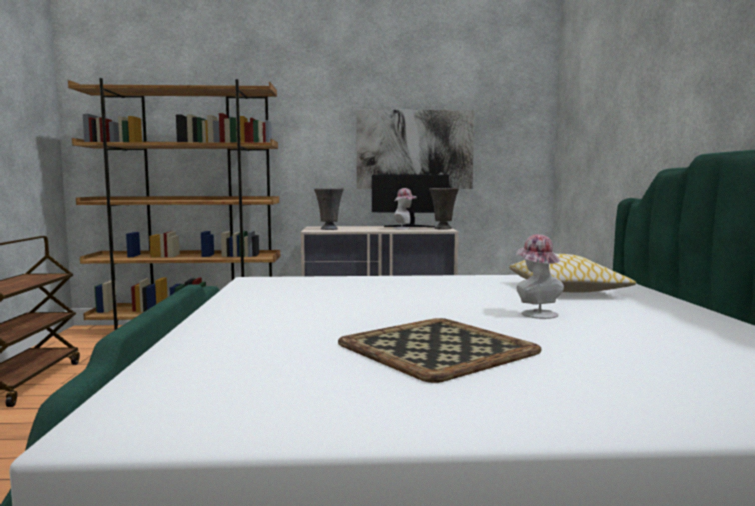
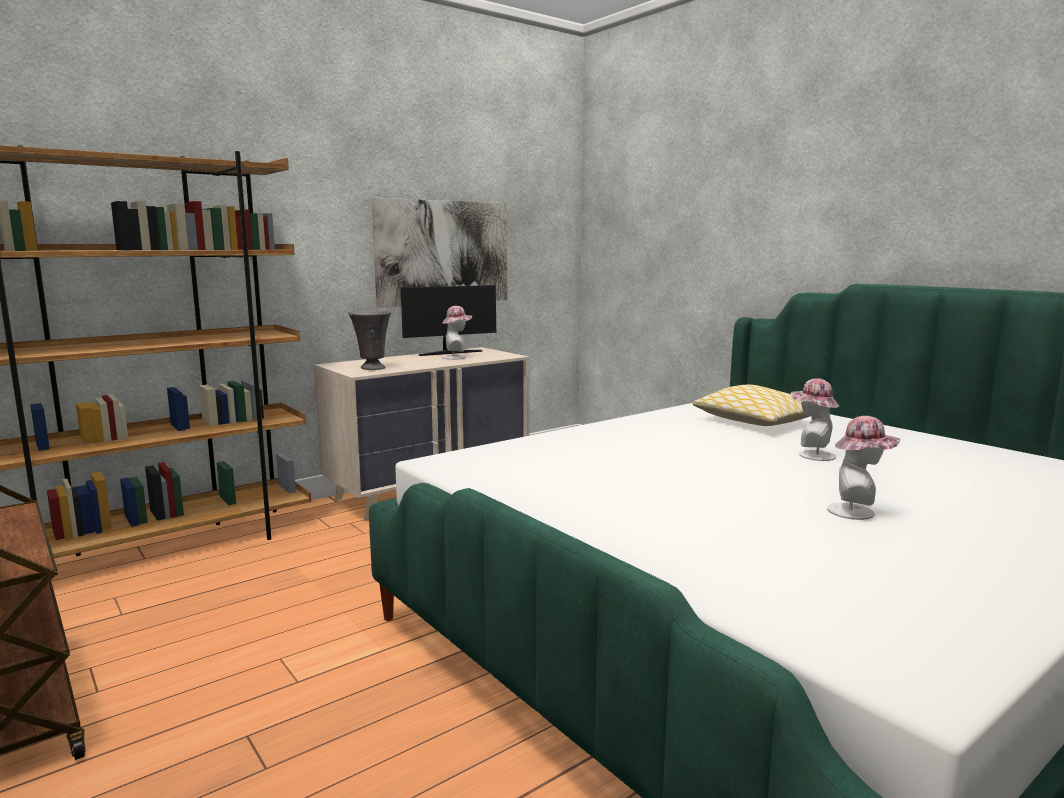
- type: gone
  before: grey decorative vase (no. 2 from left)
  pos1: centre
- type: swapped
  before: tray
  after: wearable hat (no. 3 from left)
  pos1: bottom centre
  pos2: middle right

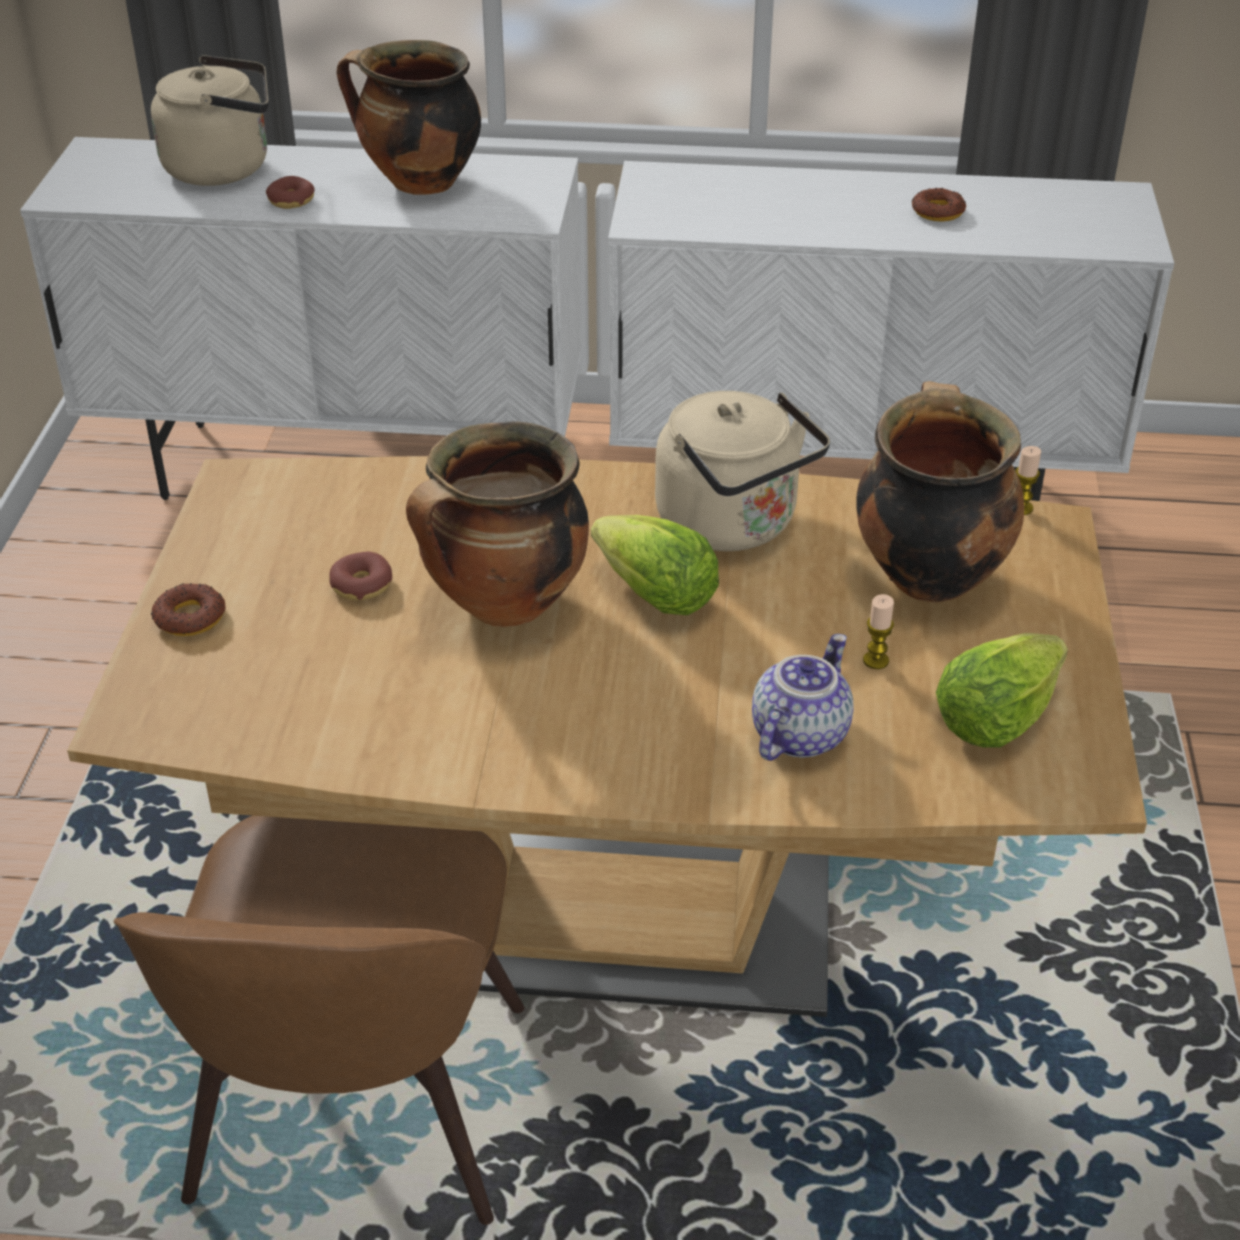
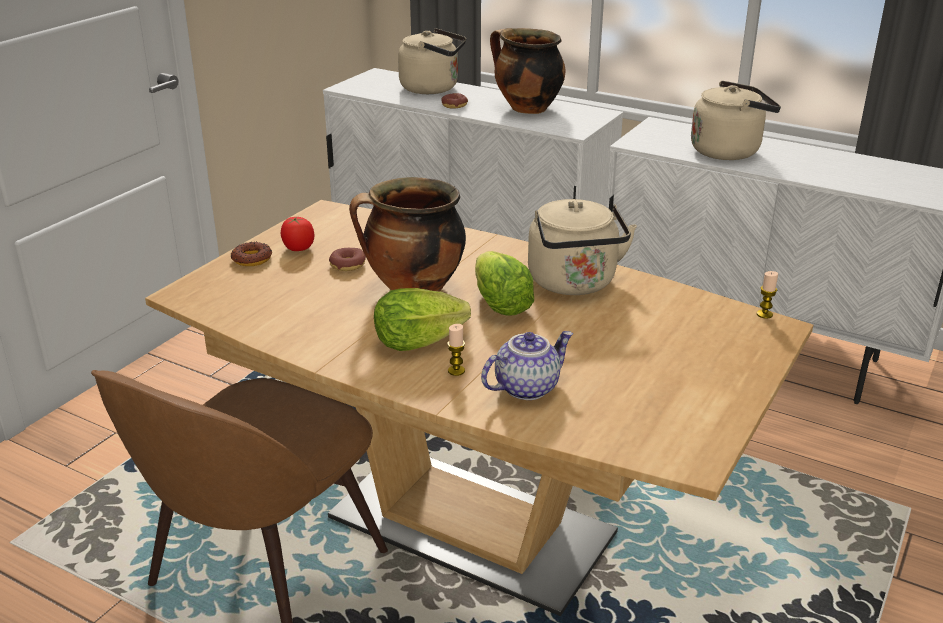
- type: gone
  before: stockpot (no. 3 from left)
  pos1: middle right
- type: gone
  before: ring doughnut (no. 4 from left)
  pos1: top right
- type: new
  after: fresh tomato
  pos2: middle left
- type: new
  after: beige-coloured water kettle (no. 3 from left)
  pos2: top right
- type: shifted
  before: candle (no. 1 from left)
  pos1: middle right
  pos2: centre
- type: shifted
  before: lettuce head (no. 2 from left in the first image)
  after: lettuce head (no. 1 from left)
  pos1: middle right
  pos2: centre

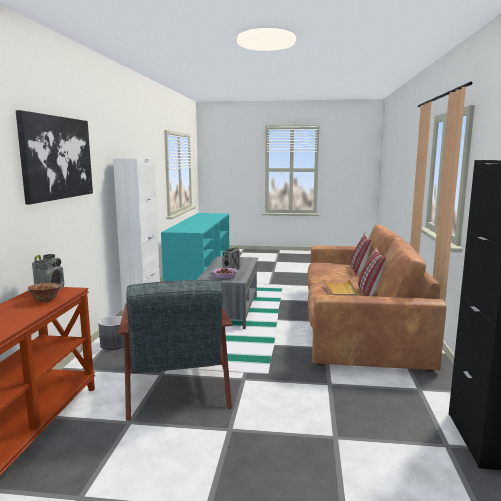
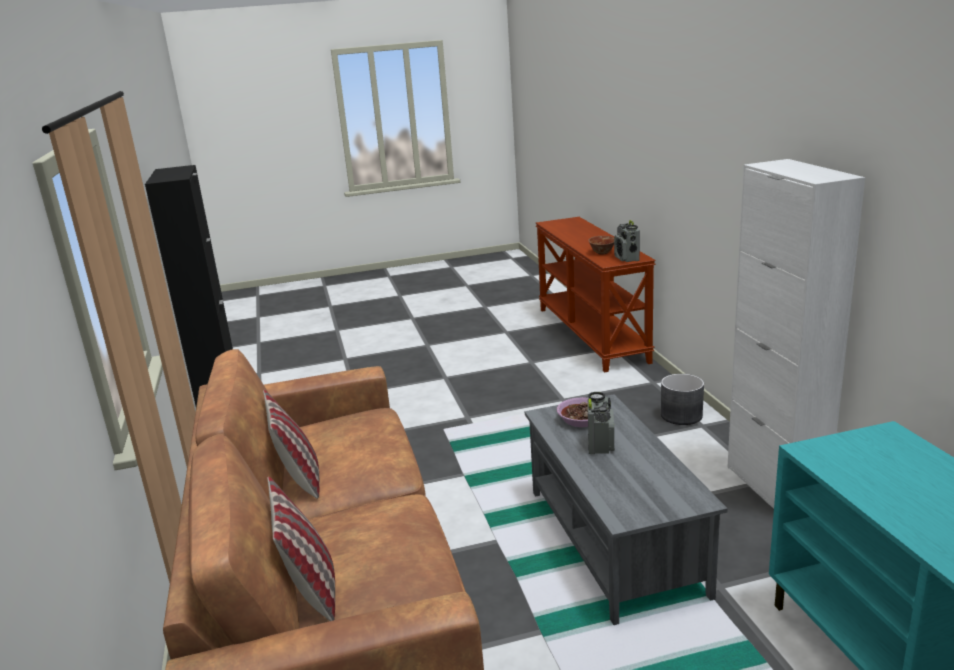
- type: gone
  before: wall picture
  pos1: top left
- type: gone
  before: grey lounge chair
  pos1: bottom centre
- type: gone
  before: beige-coloured tray
  pos1: middle right

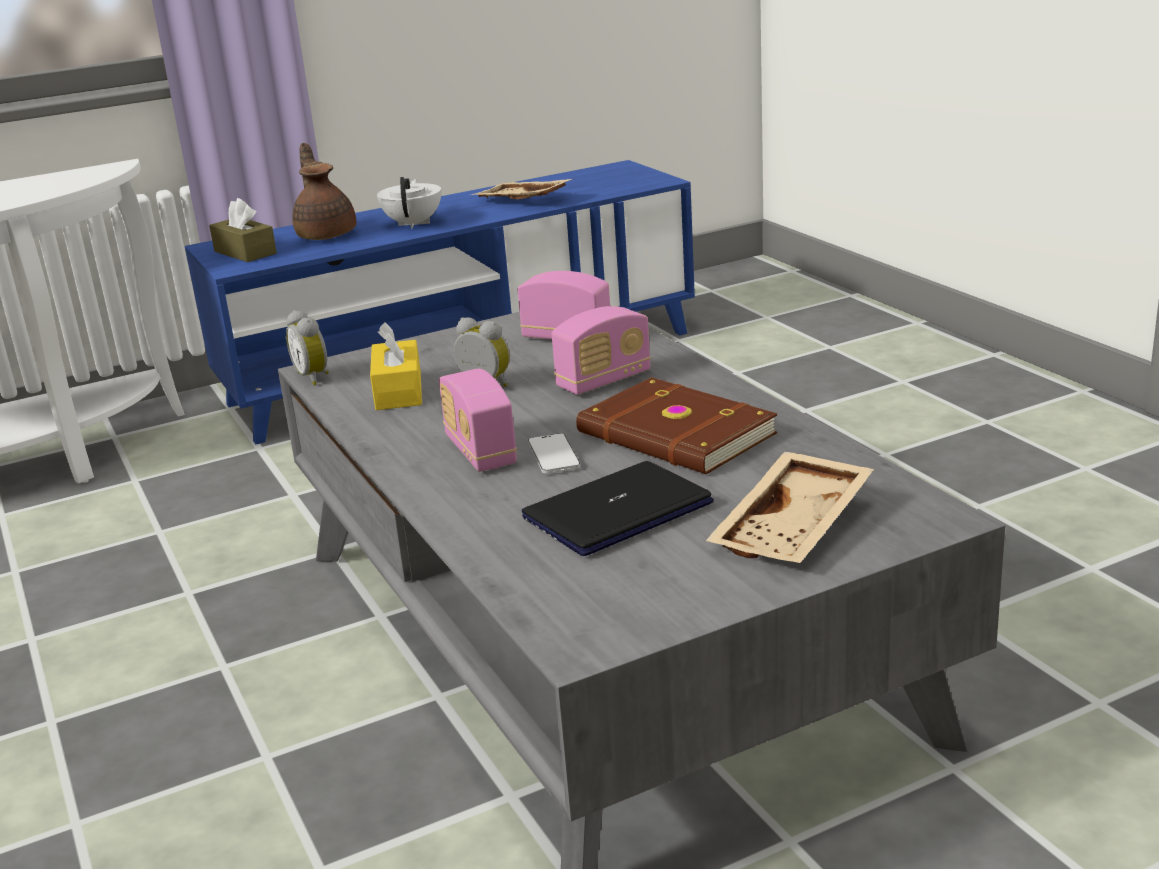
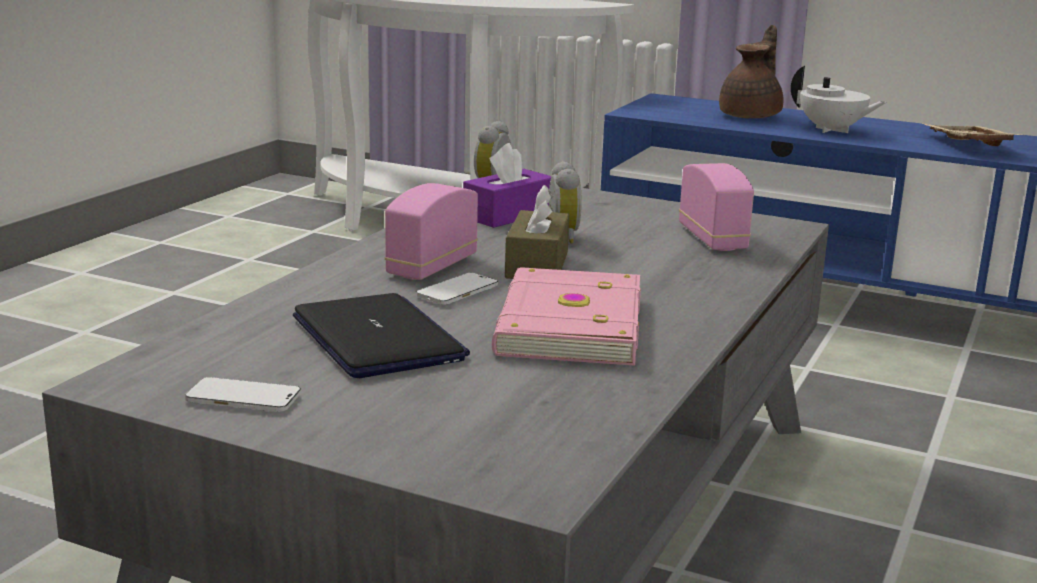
- type: gone
  before: radio (no. 3 from left)
  pos1: centre
- type: gone
  before: beige-coloured tray (no. 2 from left)
  pos1: middle right
- type: new
  after: phone (no. 1 from left)
  pos2: bottom left
- type: shifted
  before: brown-coloured tissue holder
  pos1: top left
  pos2: centre
- type: repainted
  before: yellow-coloured tissue holder
  after: purple-coloured tissue holder
  pos1: centre
  pos2: top centre
- type: repainted
  before: brown-coloured volume
  after: pinkish volume
  pos1: centre
  pos2: centre
- type: rotated
  before: whitish pot for tea
  pos1: top centre
  pos2: top right
  turn: 75
- type: rotated
  before: portable computer
  pos1: centre
  pos2: centre
  turn: 45

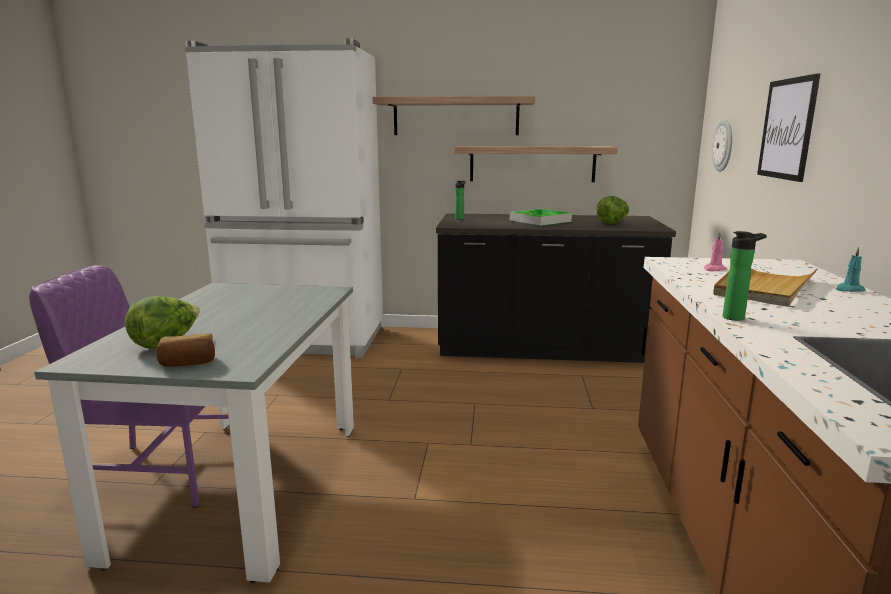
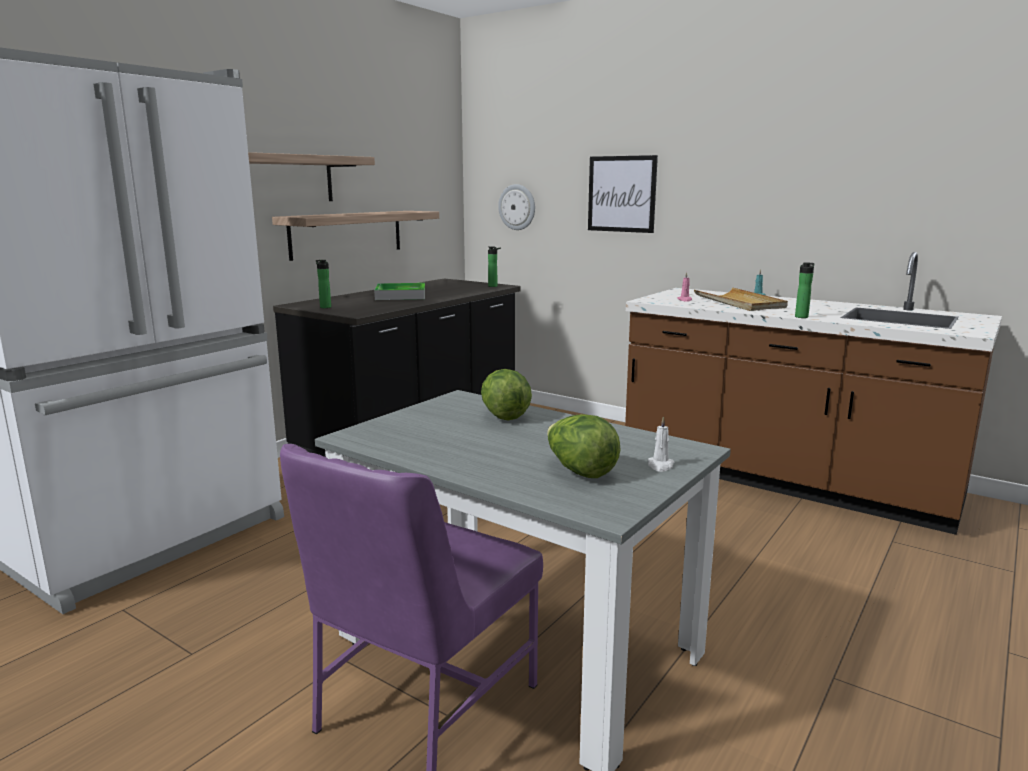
- type: new
  after: bottle (no. 2 from left)
  pos2: centre
- type: shifted
  before: lettuce head (no. 2 from left in the first image)
  after: lettuce head (no. 1 from left)
  pos1: middle right
  pos2: centre
- type: swapped
  before: baked bread
  after: whitish candle
  pos1: middle left
  pos2: centre

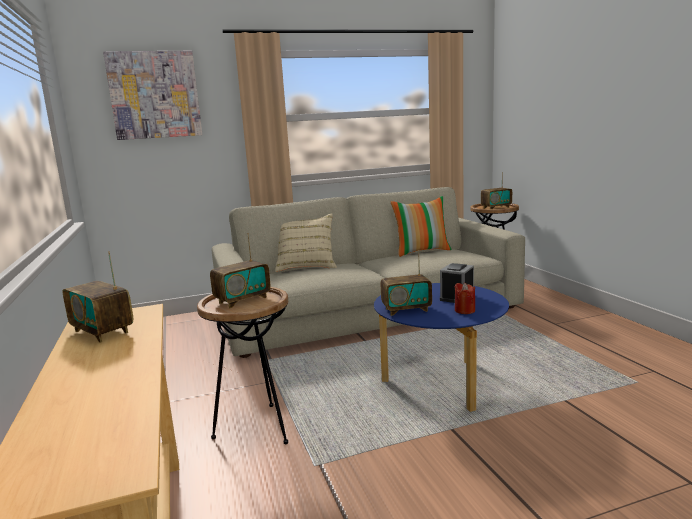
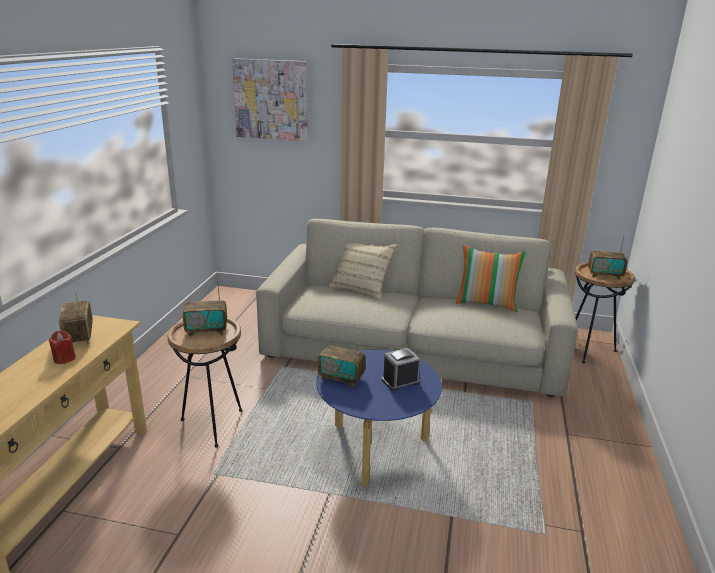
- type: shifted
  before: red candle
  pos1: middle right
  pos2: middle left

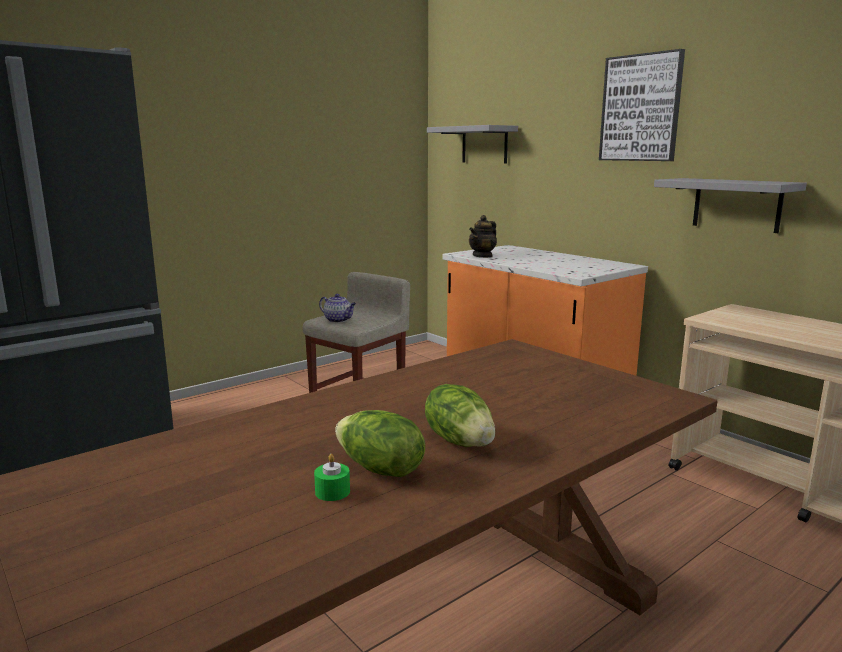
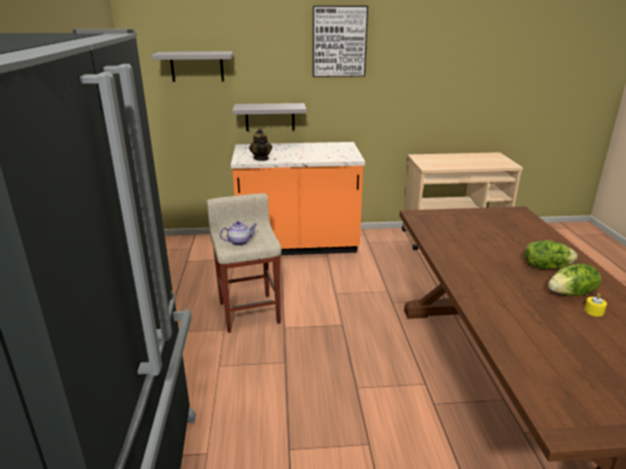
- type: shifted
  before: grey wall shelf (no. 2 from left)
  pos1: top right
  pos2: top centre
- type: repainted
  before: green candle
  after: yellow-coloured candle
  pos1: bottom centre
  pos2: middle right

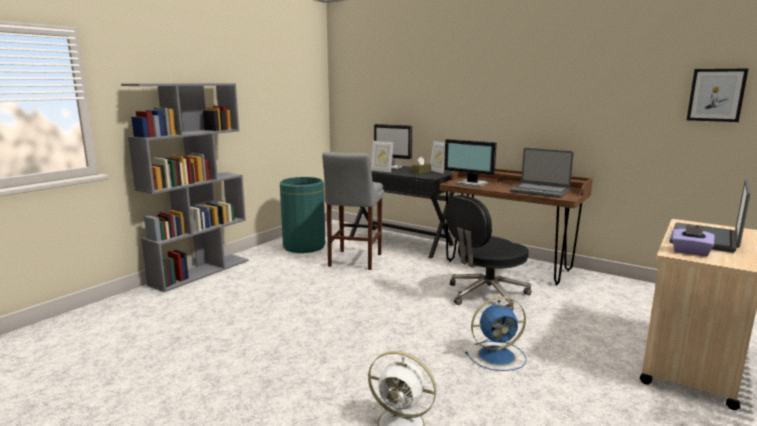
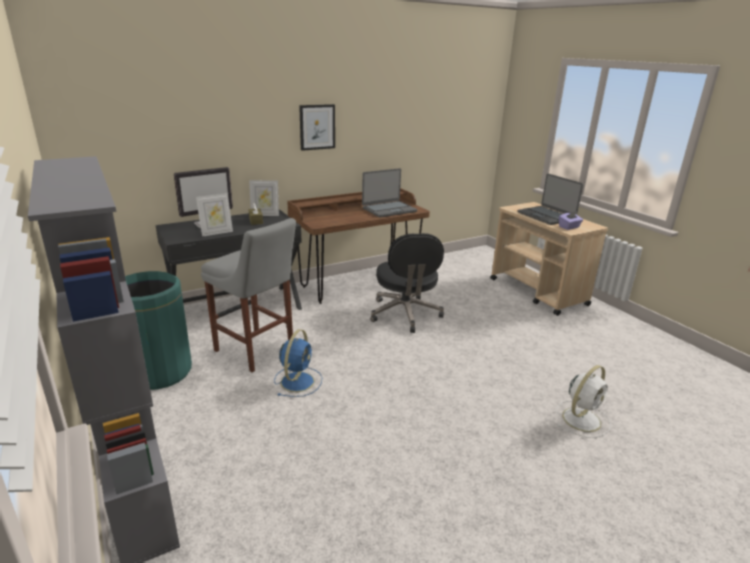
- type: gone
  before: monitor (no. 2 from left)
  pos1: centre
- type: shifted
  before: blue-coloured cooling fan
  pos1: bottom centre
  pos2: centre
- type: shifted
  before: wall picture
  pos1: top right
  pos2: top centre

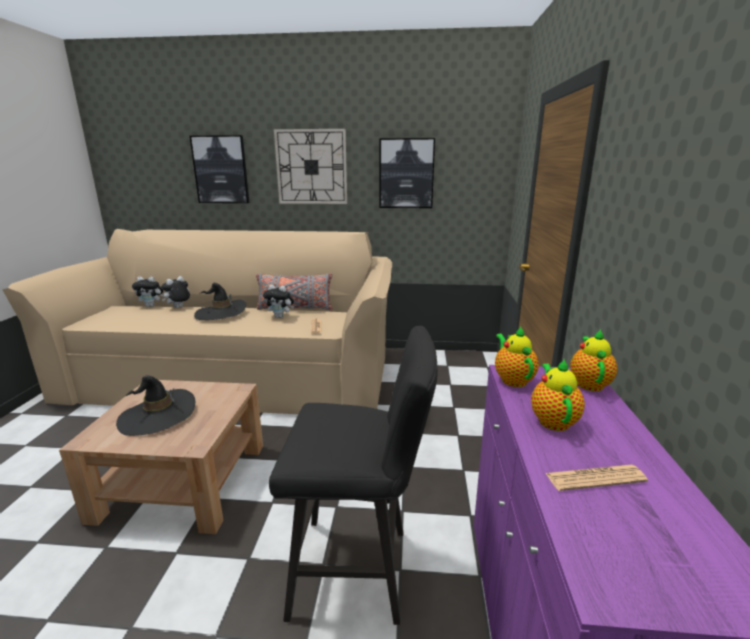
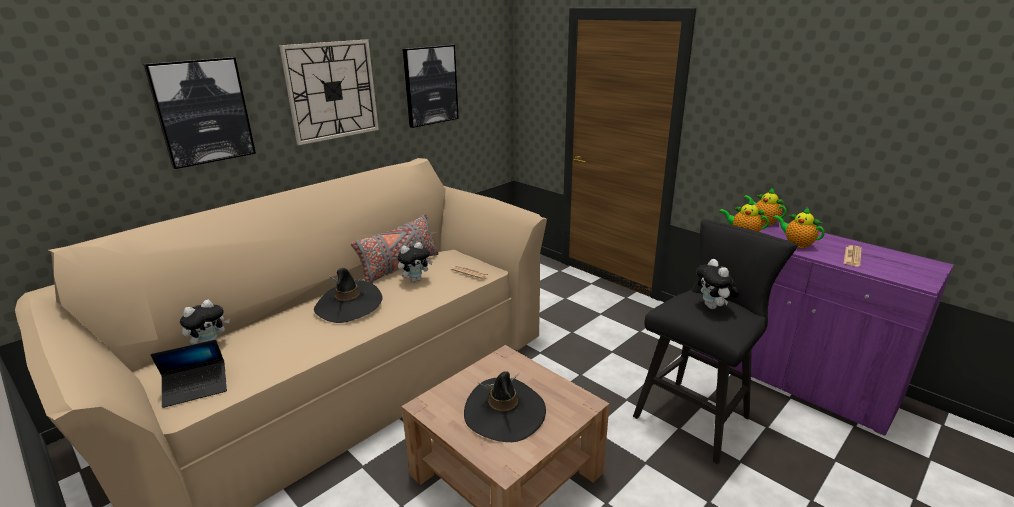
- type: new
  after: portable computer
  pos2: bottom left
- type: shifted
  before: plush toy (no. 2 from left in the first image)
  after: plush toy (no. 3 from left)
  pos1: middle left
  pos2: middle right

